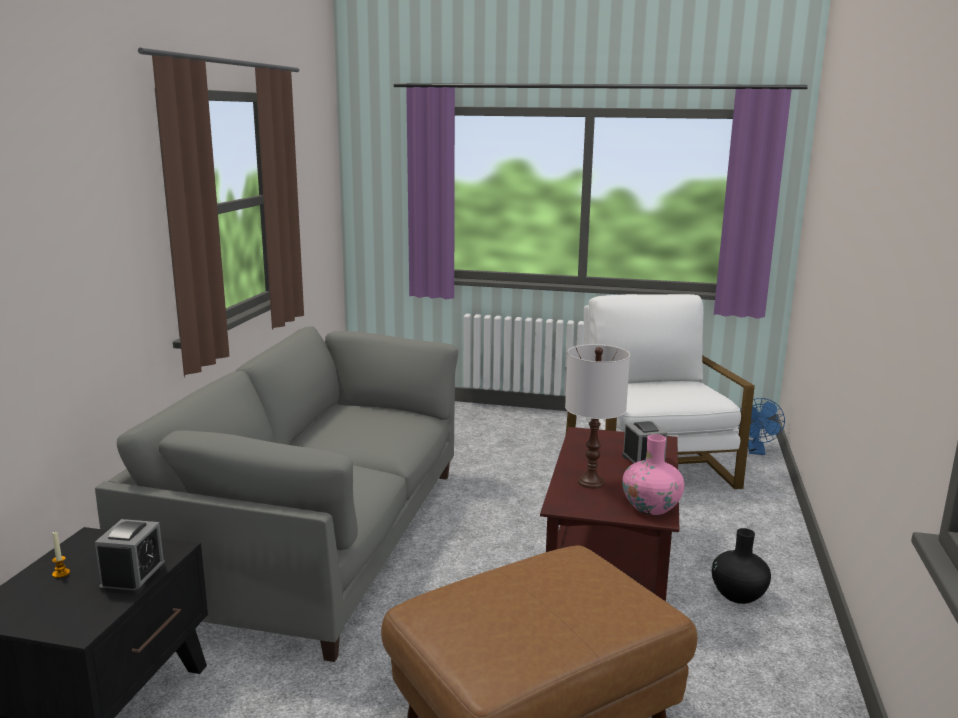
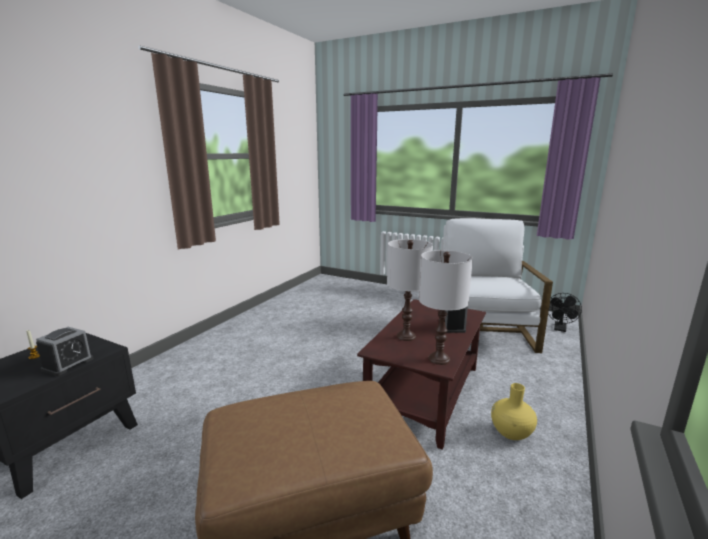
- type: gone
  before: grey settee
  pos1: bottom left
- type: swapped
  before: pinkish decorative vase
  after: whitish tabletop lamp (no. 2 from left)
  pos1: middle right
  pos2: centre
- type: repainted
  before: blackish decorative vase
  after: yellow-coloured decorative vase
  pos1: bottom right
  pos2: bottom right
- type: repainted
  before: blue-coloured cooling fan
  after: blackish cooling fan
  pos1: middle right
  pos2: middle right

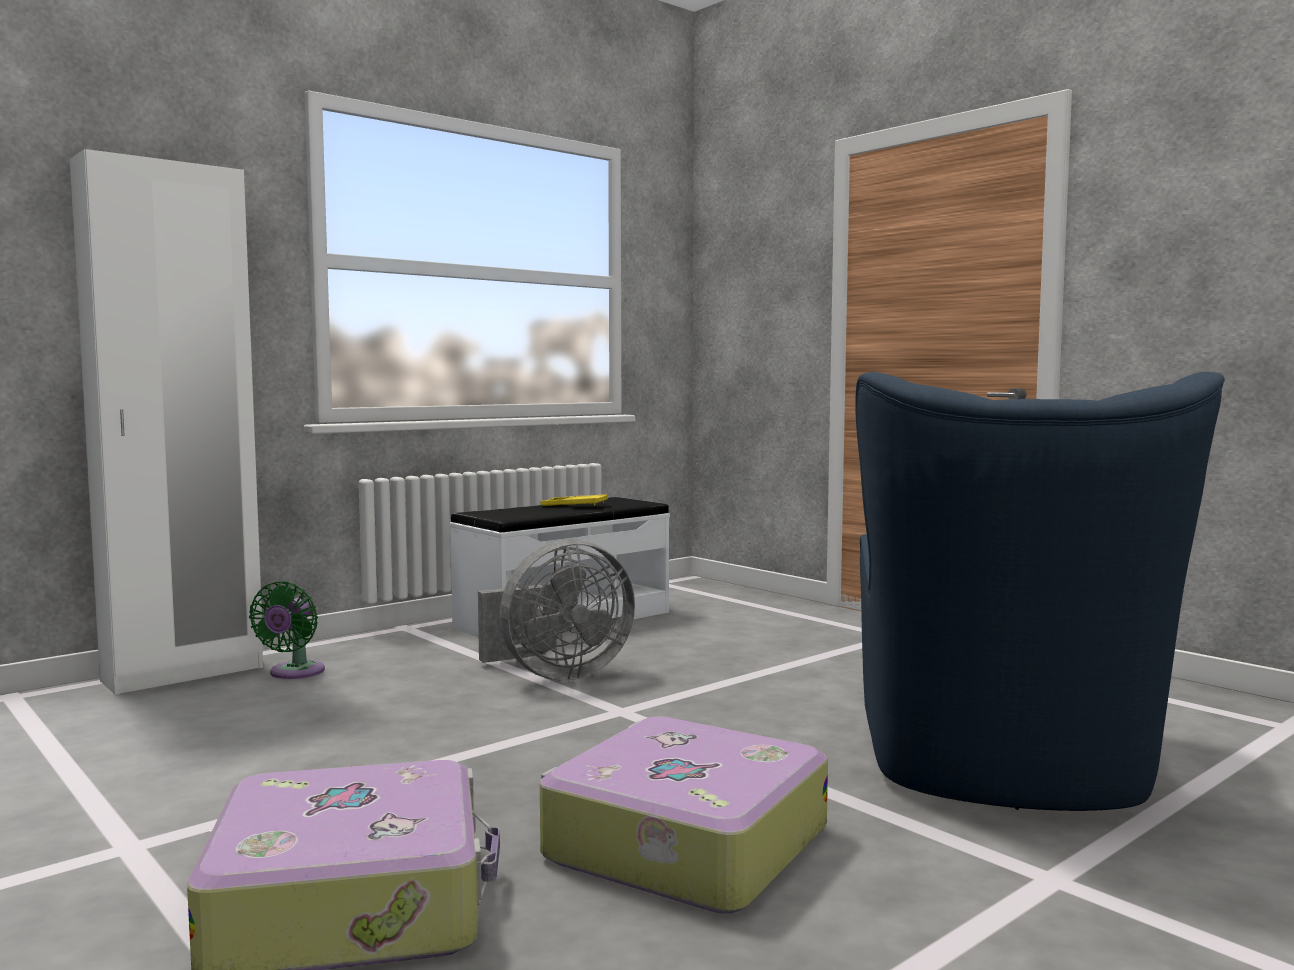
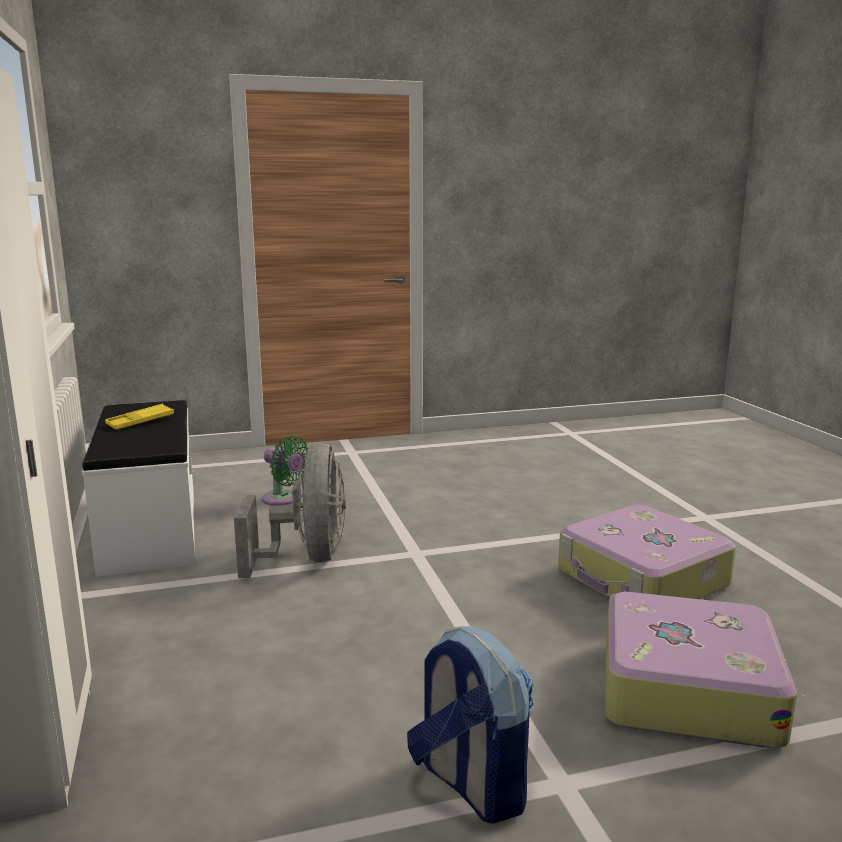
- type: gone
  before: blue-coloured lounge chair
  pos1: middle right
- type: new
  after: rucksack
  pos2: bottom centre
- type: shifted
  before: green cooling fan
  pos1: middle left
  pos2: centre

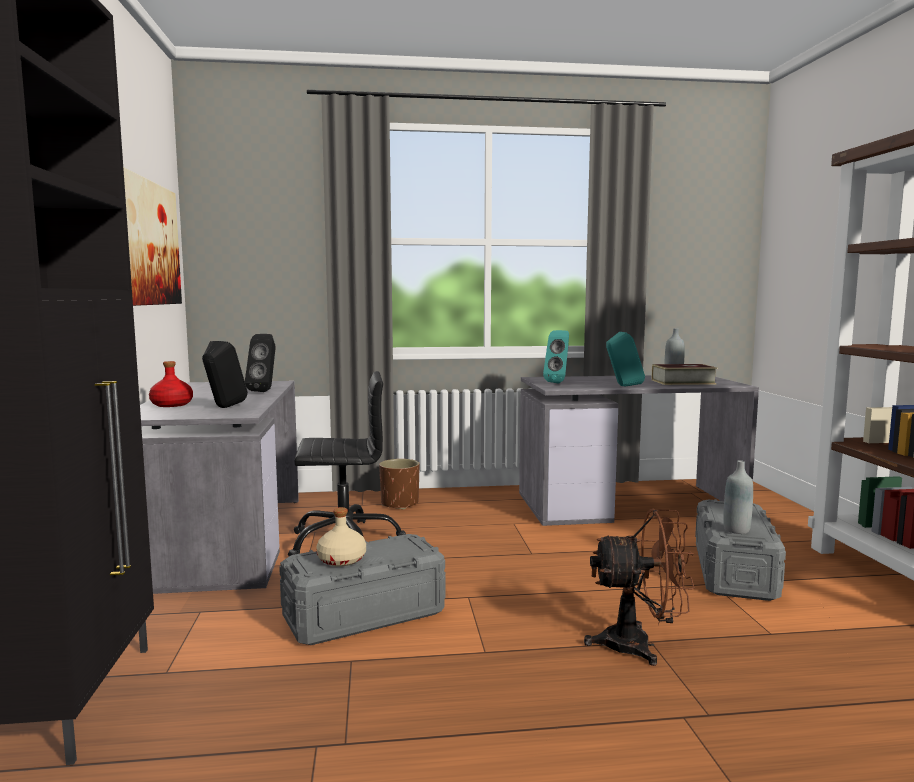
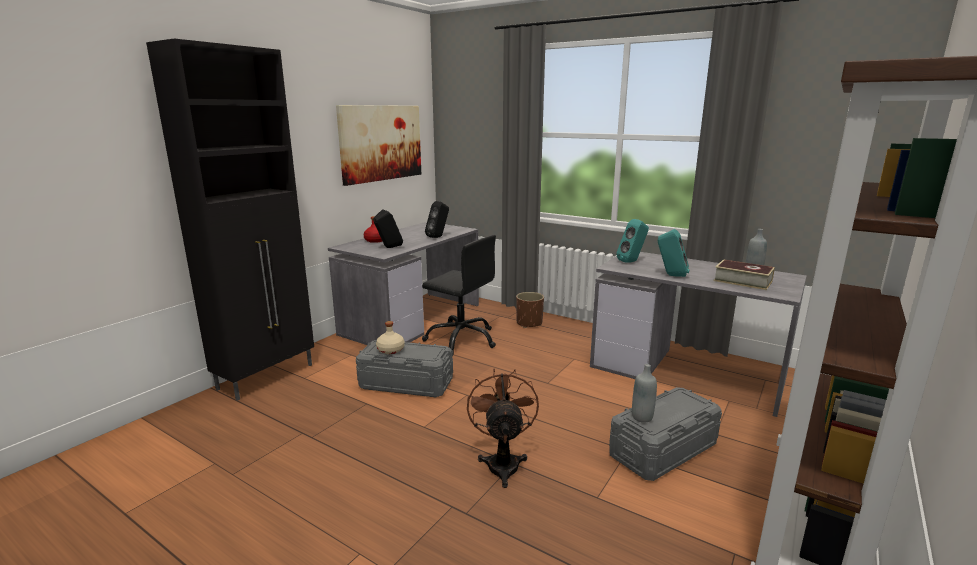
- type: rotated
  before: brown-coloured cooling fan
  pos1: bottom right
  pos2: bottom centre
  turn: -135

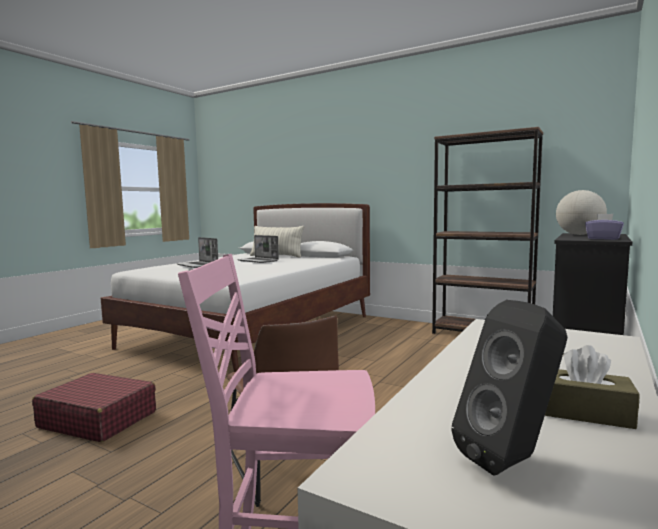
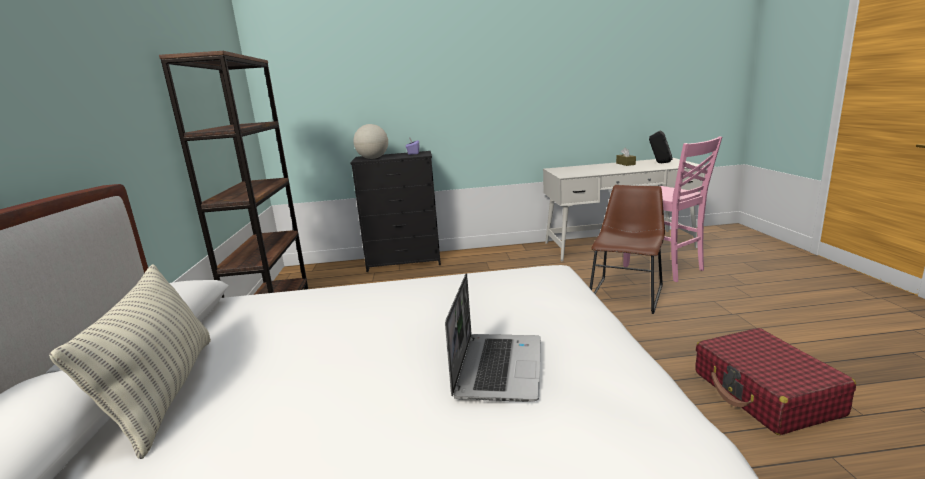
- type: gone
  before: portable computer (no. 2 from left)
  pos1: centre

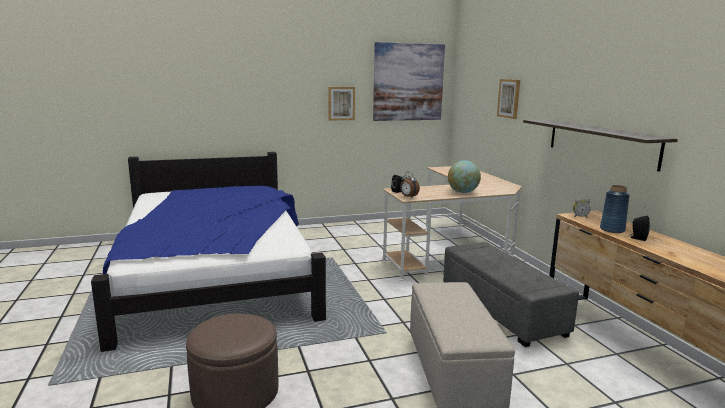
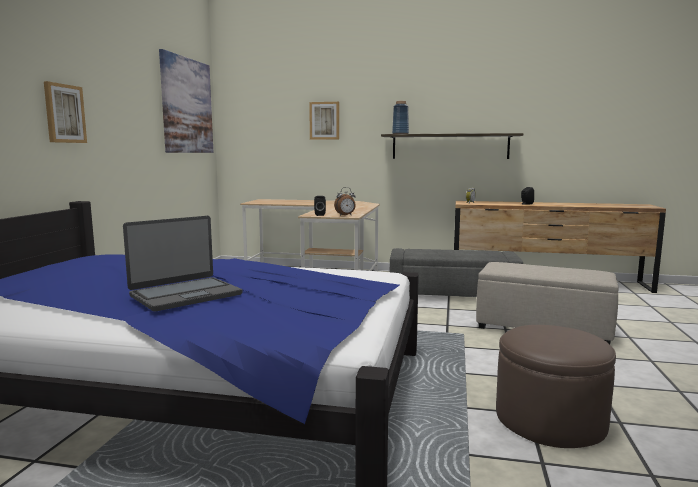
- type: gone
  before: desk globe
  pos1: centre
- type: new
  after: portable computer
  pos2: middle left
- type: shifted
  before: wall picture (no. 1 from left)
  pos1: top centre
  pos2: top left
- type: shifted
  before: blue-coloured decorative vase
  pos1: middle right
  pos2: top centre

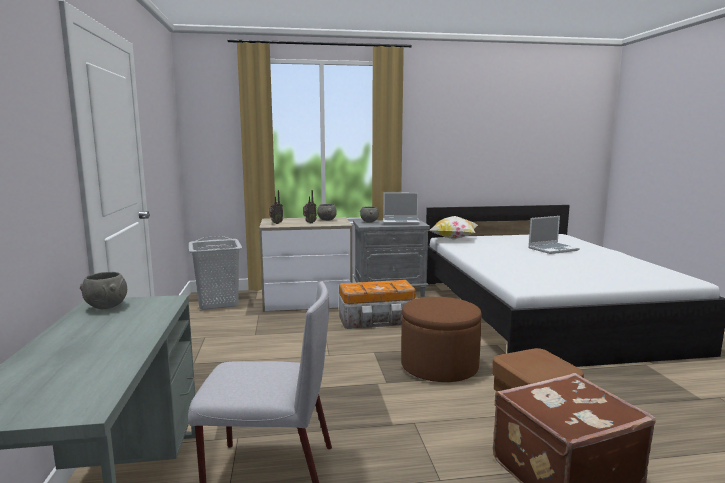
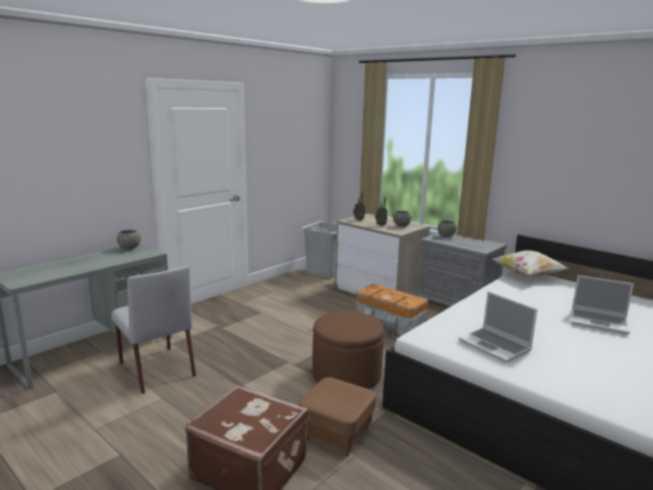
- type: shifted
  before: portable computer (no. 1 from left)
  pos1: centre
  pos2: bottom right

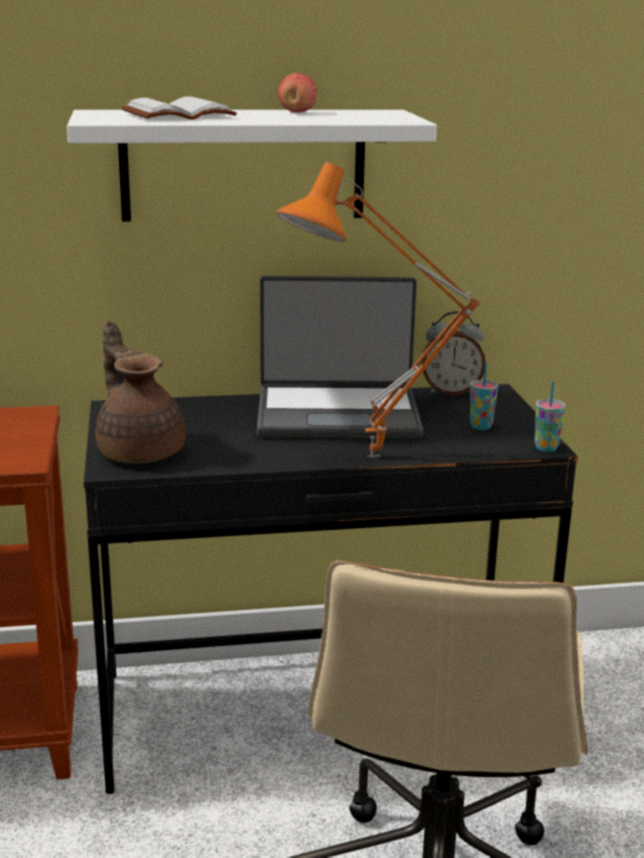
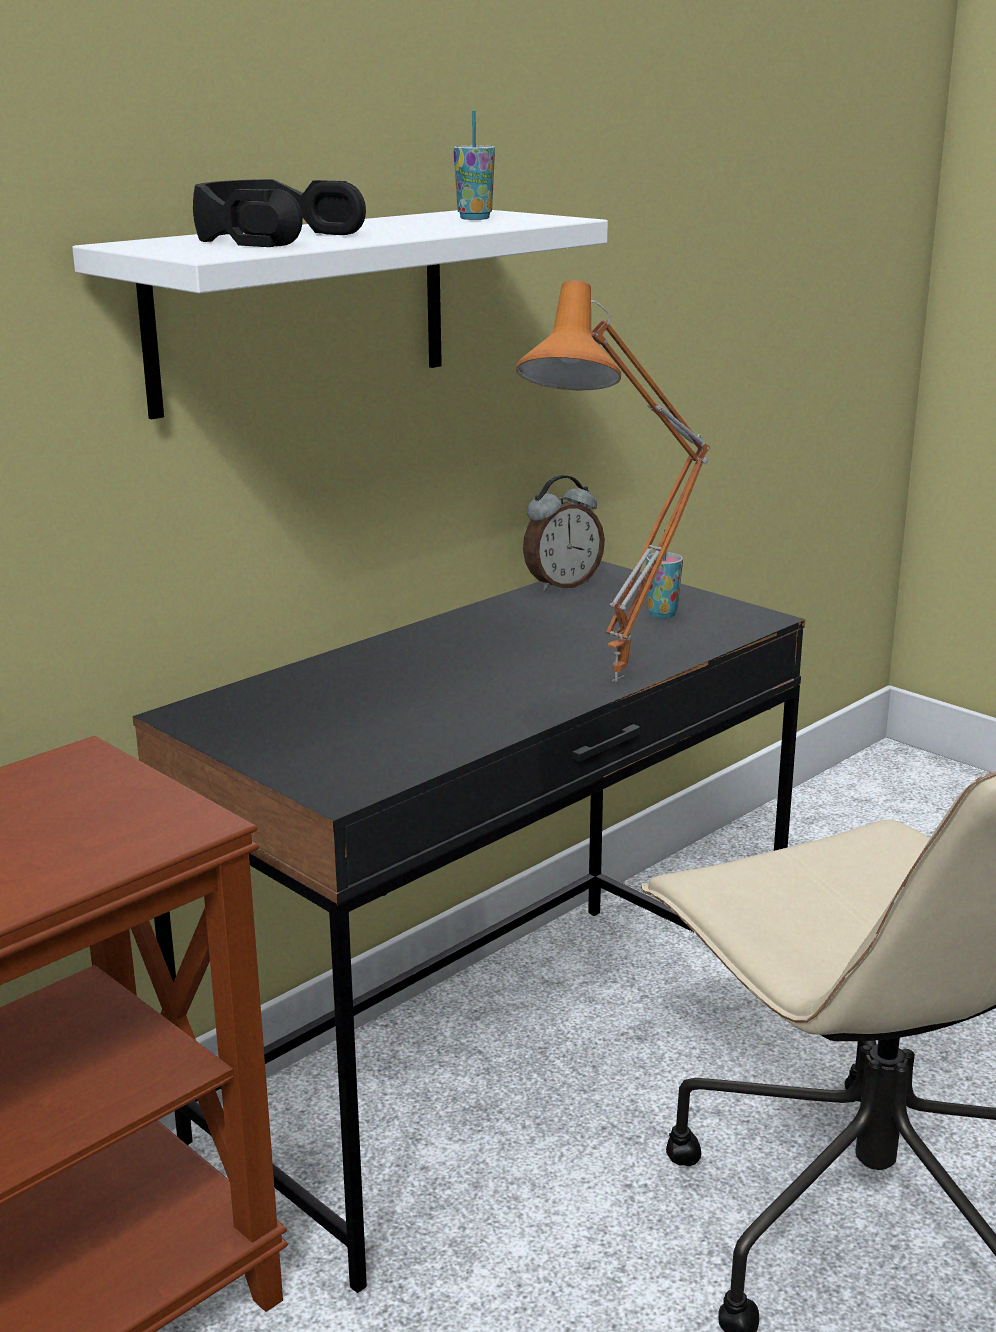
- type: gone
  before: brown-coloured pot for tea
  pos1: middle left
- type: gone
  before: portable computer
  pos1: centre
- type: gone
  before: apple
  pos1: top centre
- type: shifted
  before: cup (no. 2 from left in the first image)
  after: cup (no. 1 from left)
  pos1: middle right
  pos2: top centre
- type: swapped
  before: whitish volume
  after: blackish headphones
  pos1: top left
  pos2: top left

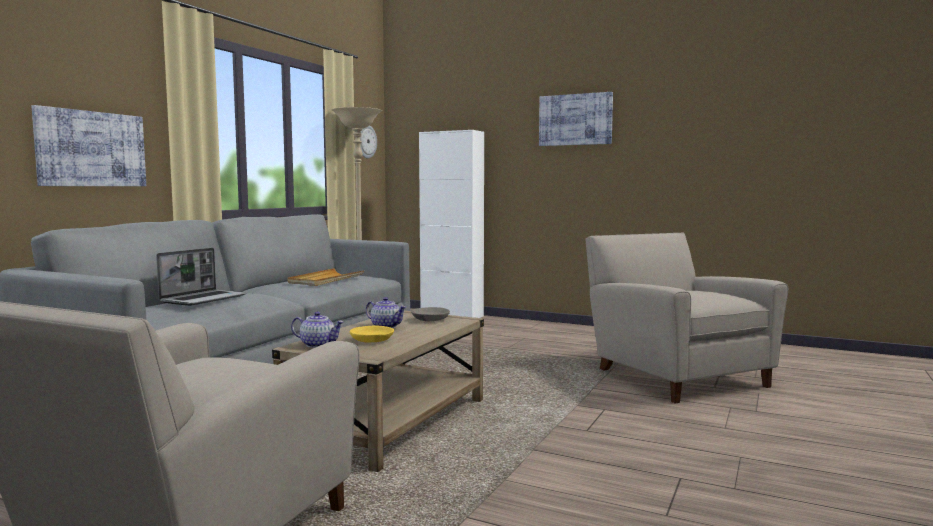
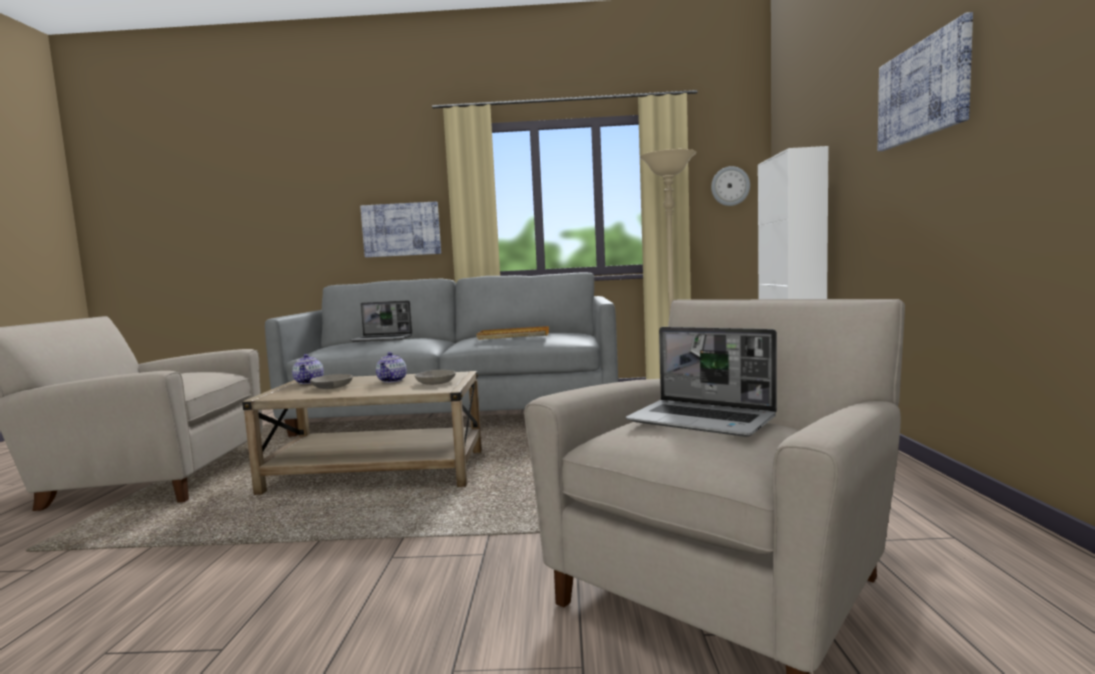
- type: new
  after: portable computer (no. 2 from left)
  pos2: centre
- type: repainted
  before: yellow-coloured bowl
  after: grey bowl (no. 1 from left)
  pos1: centre
  pos2: middle left

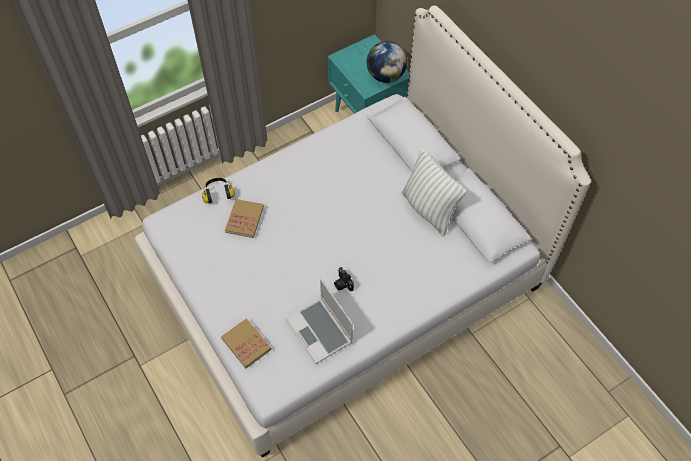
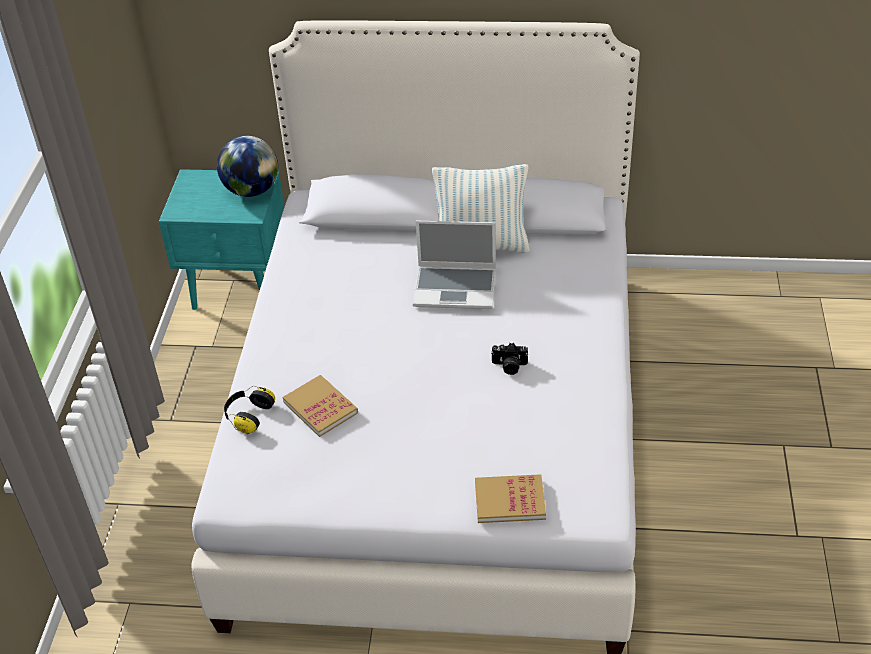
- type: shifted
  before: portable computer
  pos1: bottom centre
  pos2: centre

